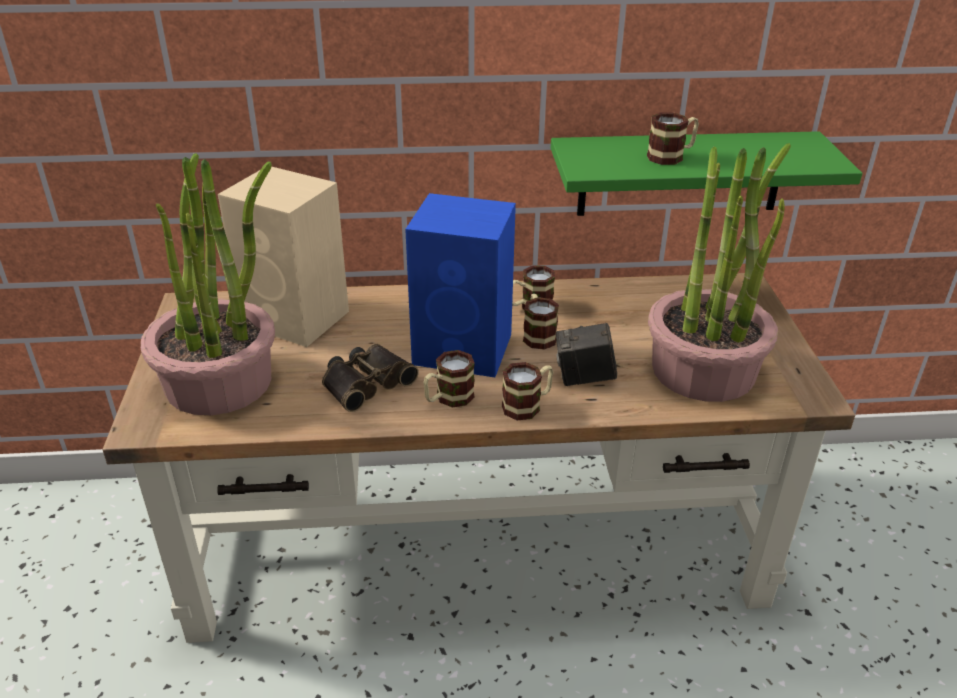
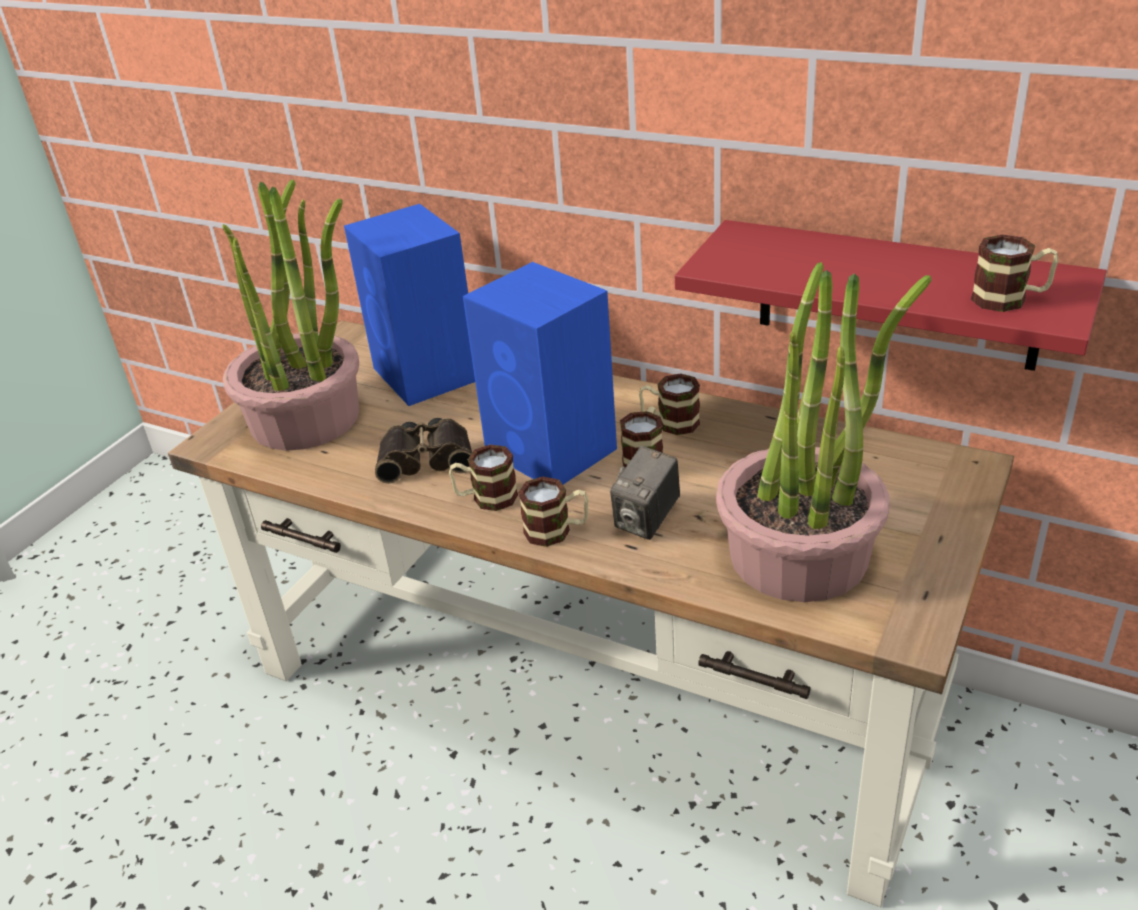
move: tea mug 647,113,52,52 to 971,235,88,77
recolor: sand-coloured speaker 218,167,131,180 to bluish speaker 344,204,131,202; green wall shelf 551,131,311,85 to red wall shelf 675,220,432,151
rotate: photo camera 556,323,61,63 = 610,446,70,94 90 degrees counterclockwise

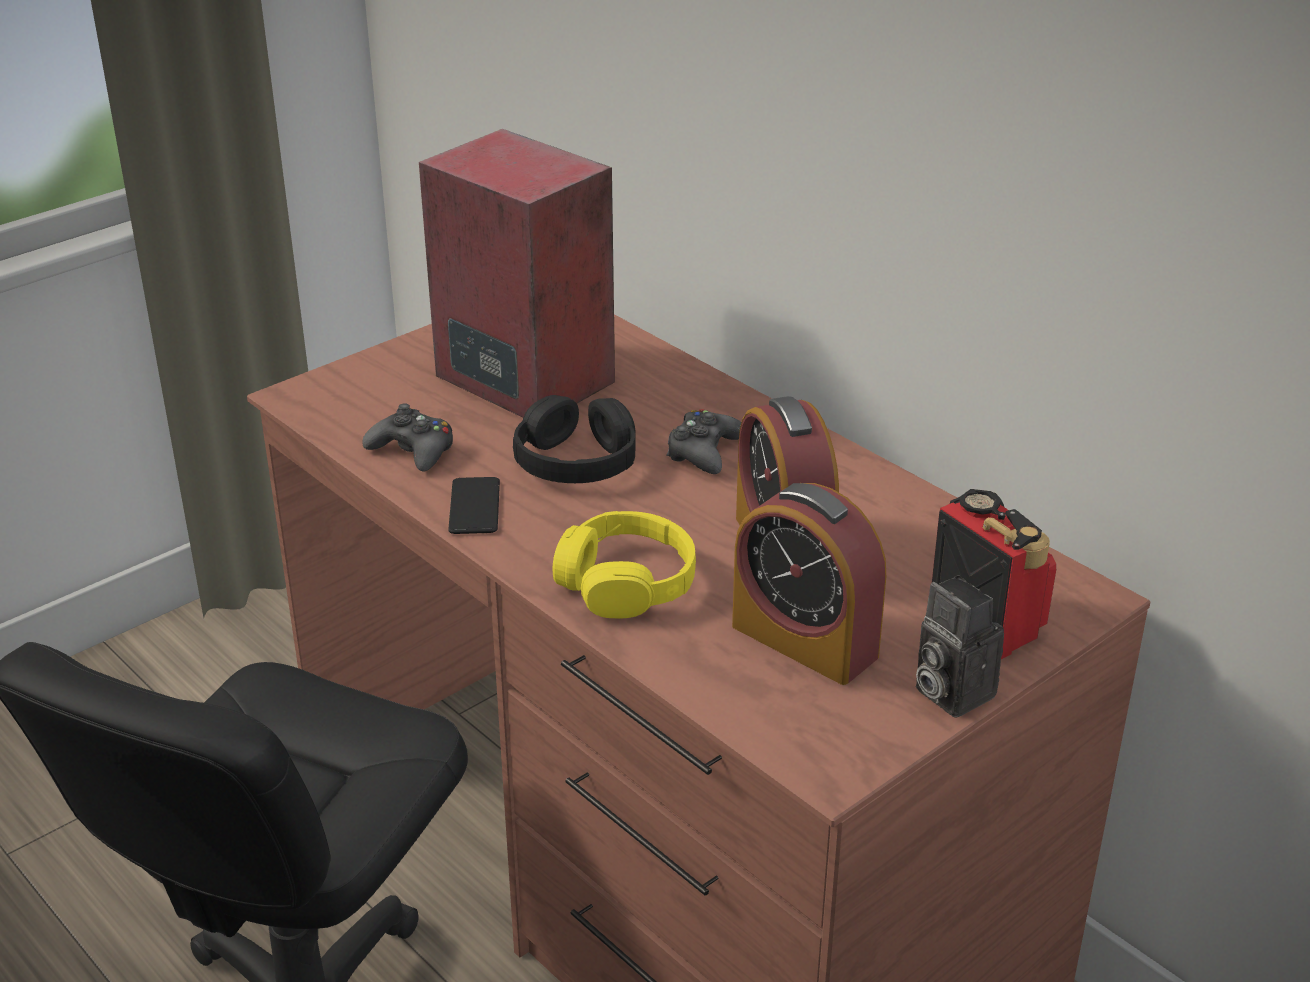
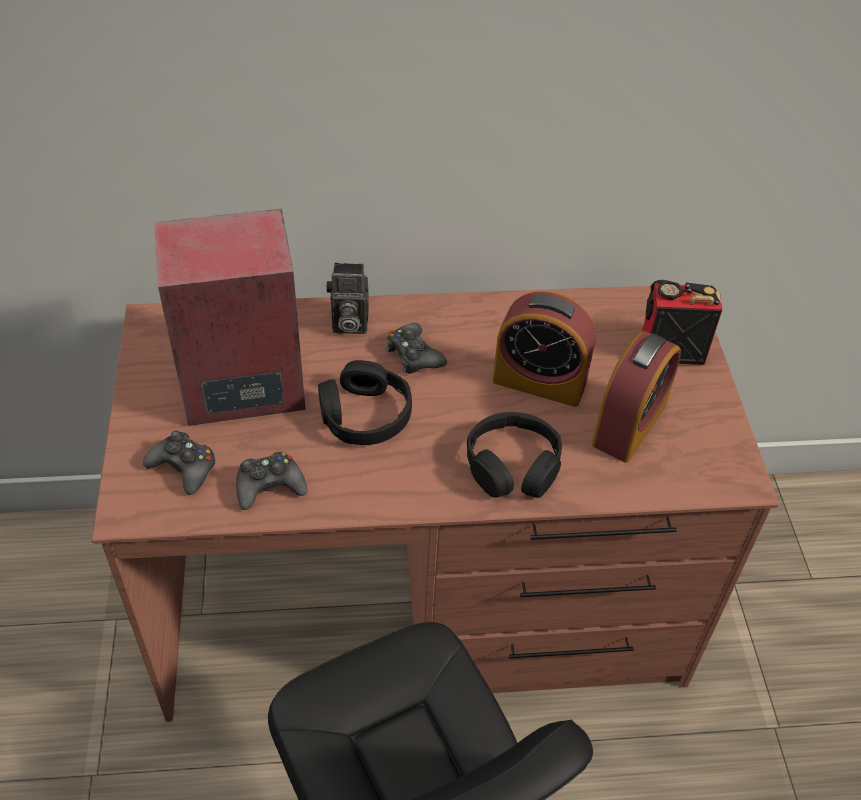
delete: phone 448,477,52,57
insert: black-coloured gamepad 143,430,72,65
move: photo camera 916,575,88,142 to 327,263,42,71
recolor: yellow-coloured headset 553,511,143,108 to black-coloured headset 467,412,95,86
rotate: bedside clock 732,483,154,202 = 592,331,89,132 45 degrees counterclockwise

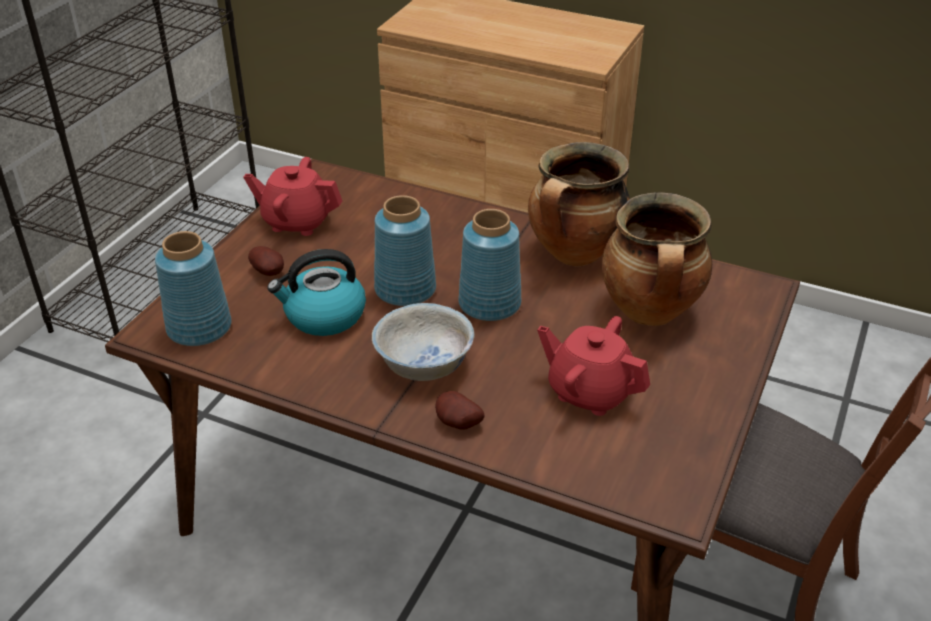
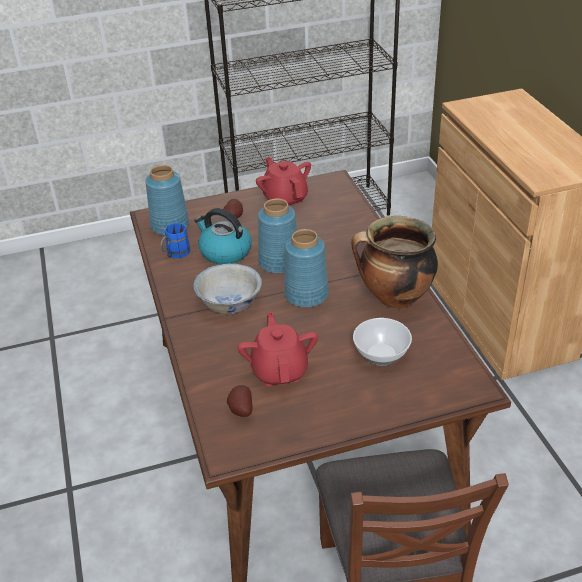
insert: bluish tea mug 161,223,29,35
move: whole potato 435,391,50,39 to 227,385,26,32
replace: stockpot 602,192,110,134 to deep dish 353,318,59,48

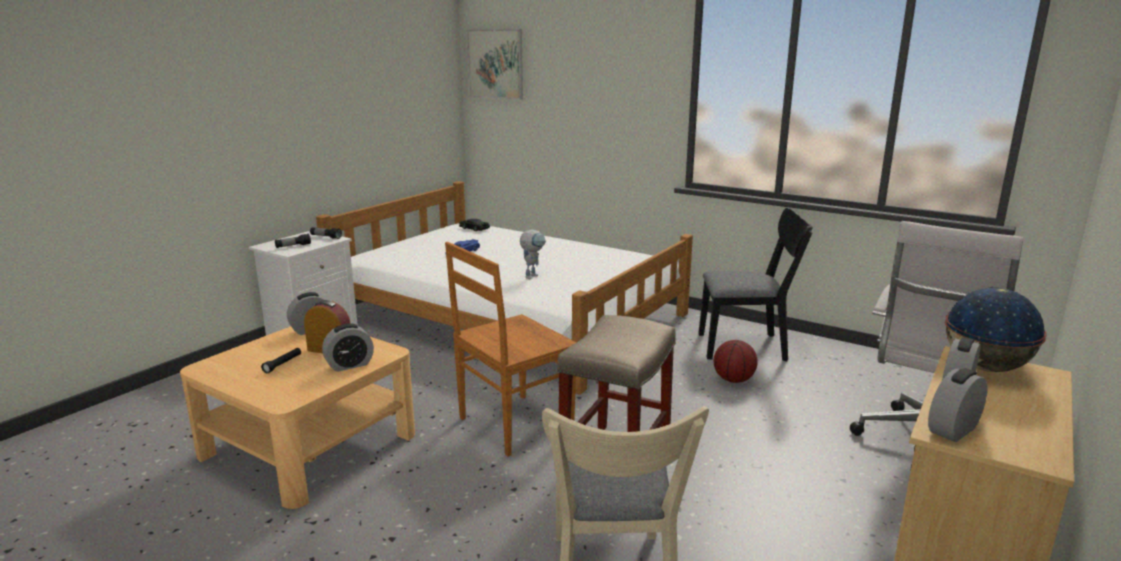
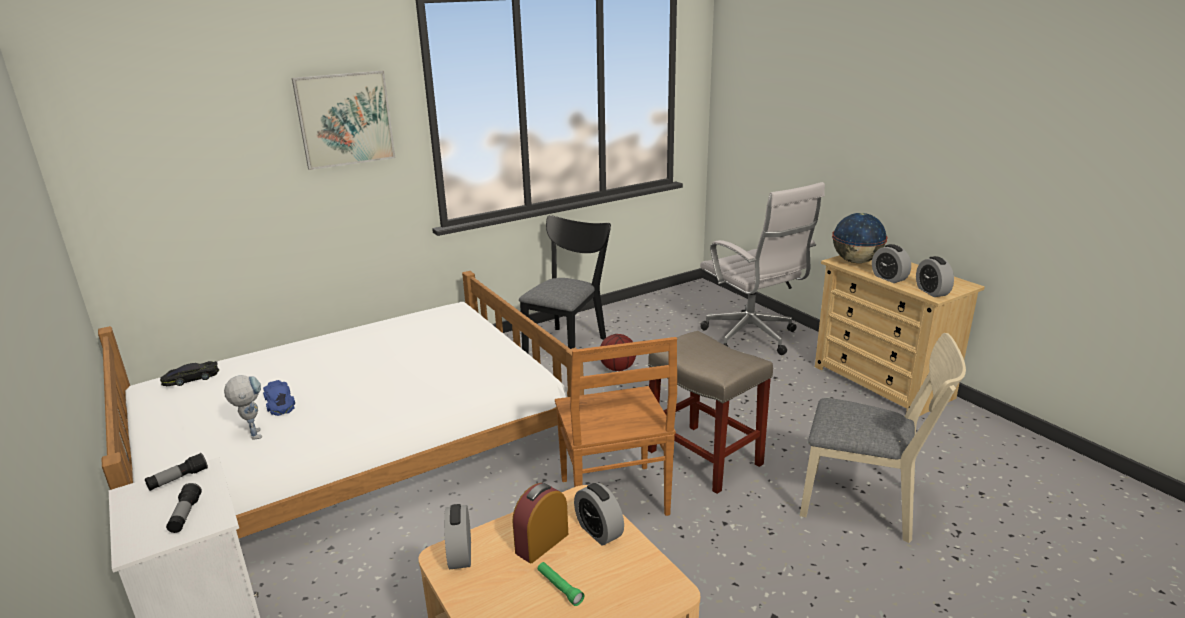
move: wall picture 467,29,56,71 to 292,71,103,99; model robot 520,229,26,50 to 224,375,38,65
recolor: black-coloured torch 261,348,40,25 to green torch 538,562,46,44
rotate: bedside clock 322,323,52,49 = 574,483,50,63 150 degrees clockwise

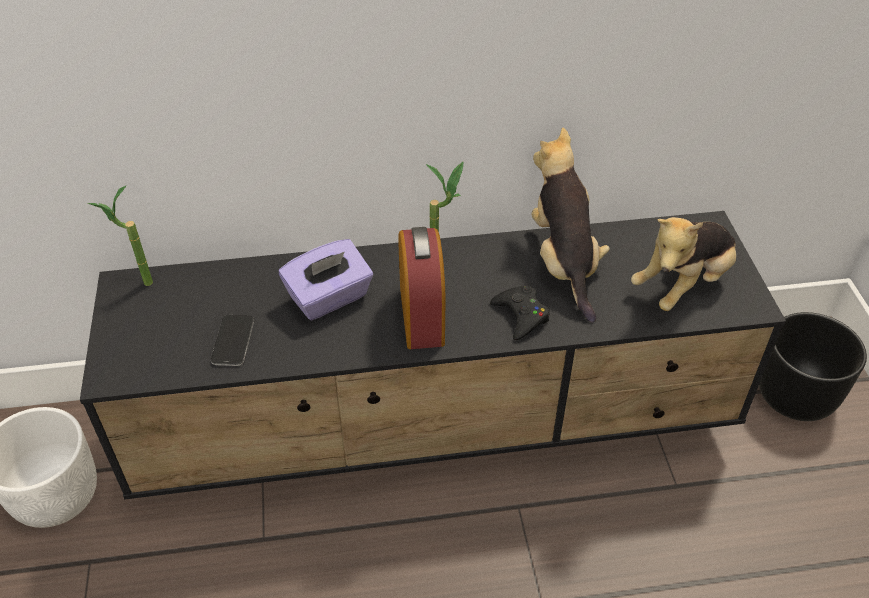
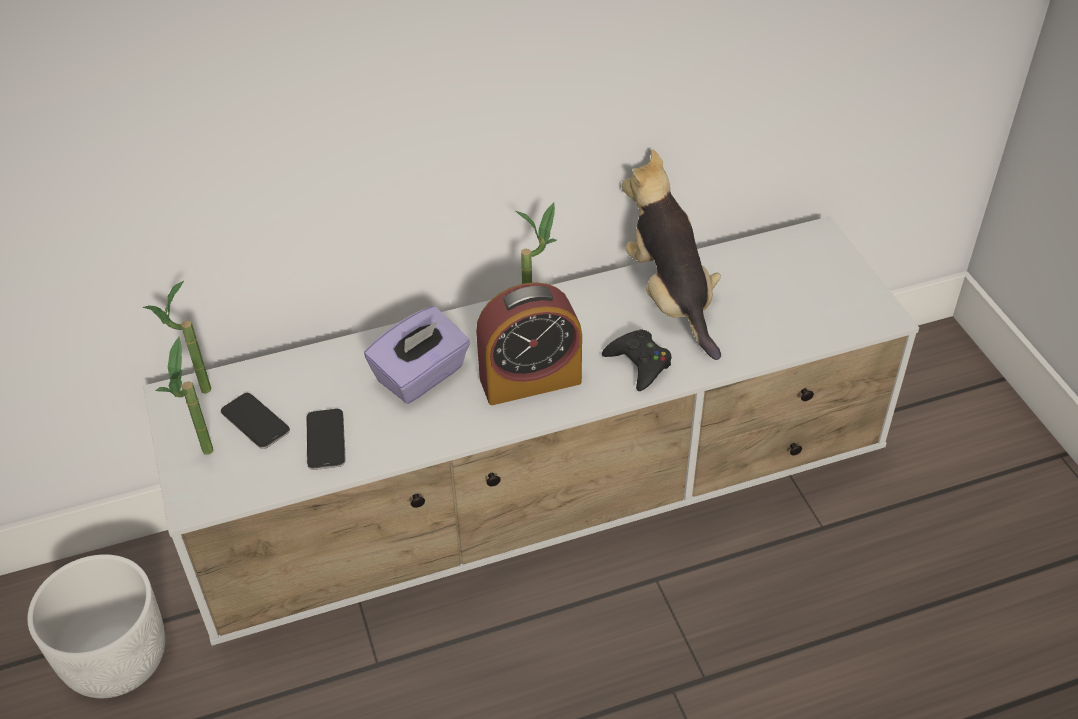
delete: plush toy 631,217,105,94; black-coloured plant pot 759,312,108,109
insert: houseplant 155,337,58,118; phone 221,393,69,56
recolor: black-coloured media console 80,211,706,288 to whitish media console 143,216,776,430
rotate: bedside clock 398,227,47,122 = 476,282,106,123 90 degrees clockwise

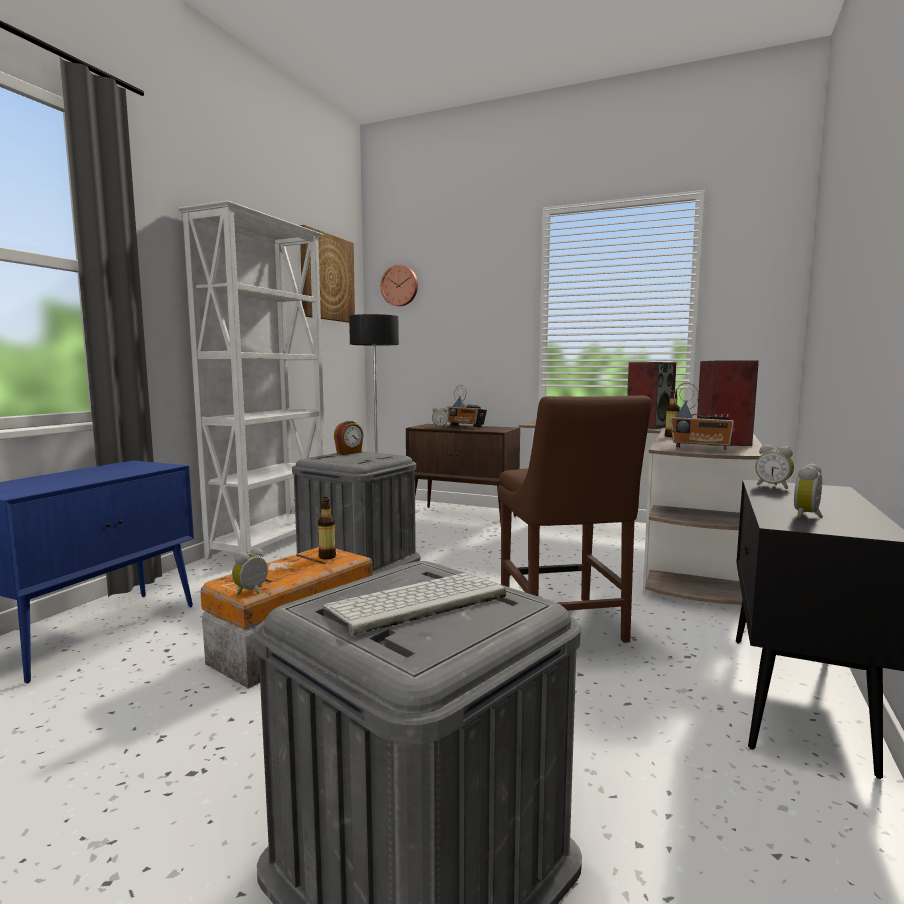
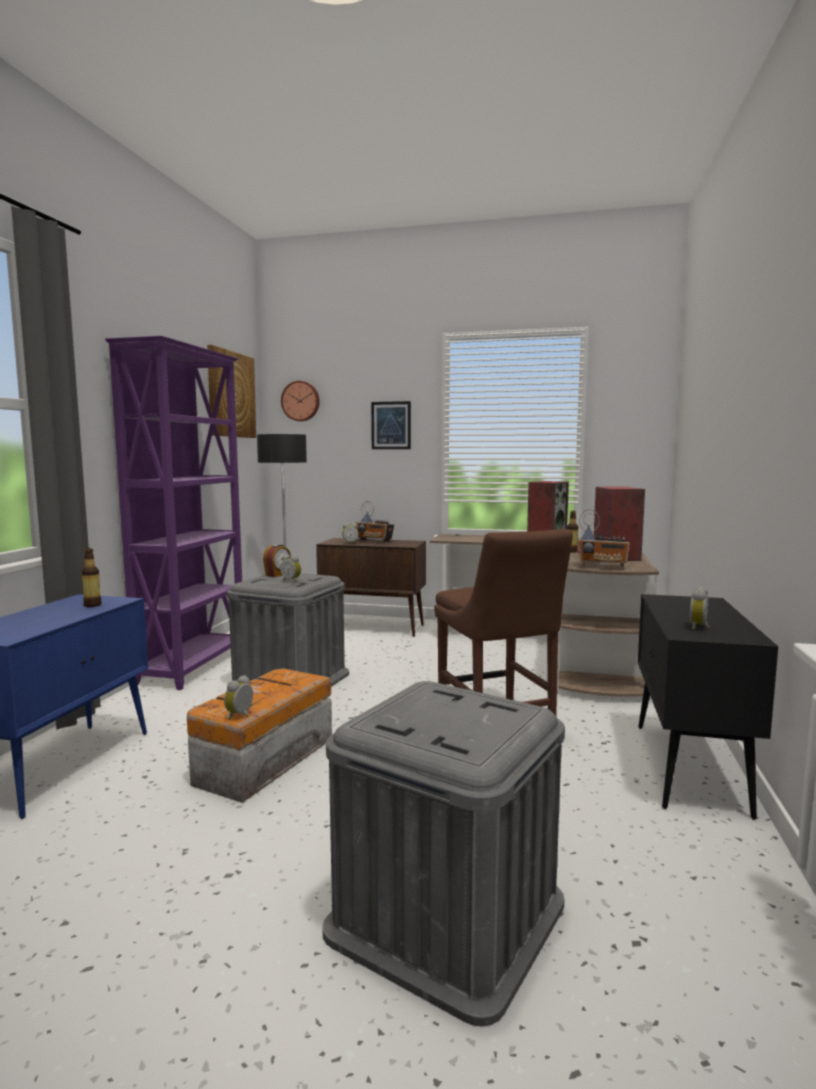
delete: keyboard 323,573,183,63
insert: wall picture 371,401,40,48
move: beverage bottle 318,497,18,62 to 81,548,21,59; bedside clock 755,445,39,44 to 280,554,21,29
recolor: whitish shelving unit 178,200,147,359 to purple shelving unit 105,336,137,354

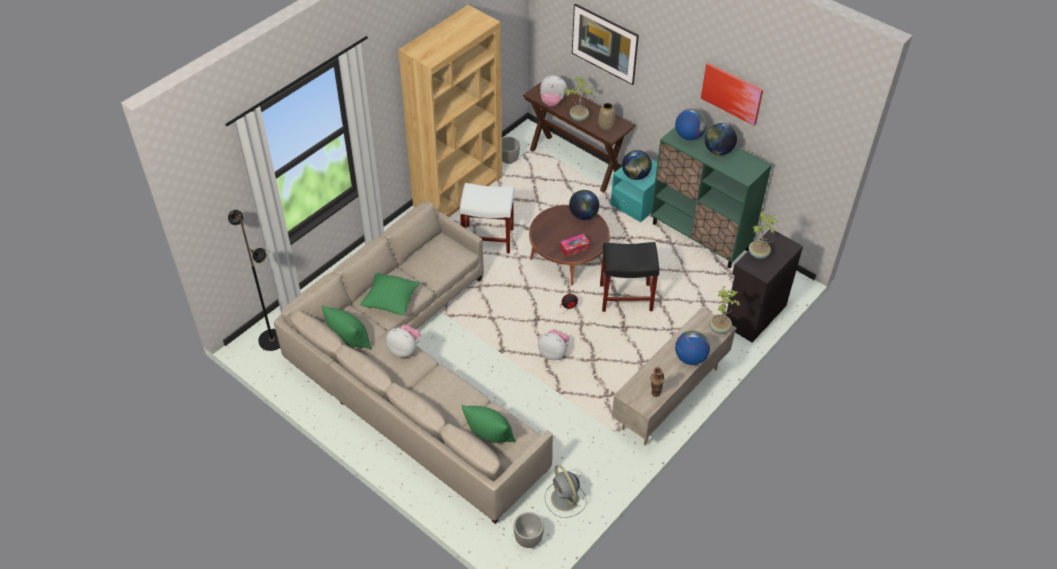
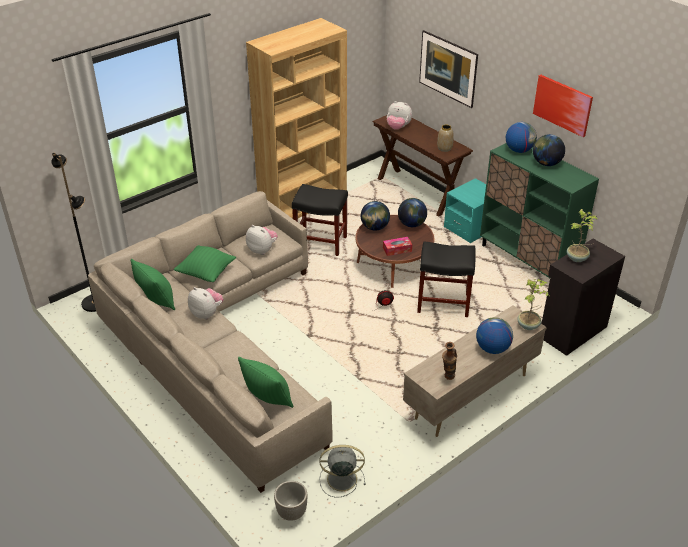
delete: plant pot 502,137,18,27; houseplant 564,76,29,46
move: plush toy 538,329,32,31 to 246,225,32,30; desk globe 622,150,30,30 to 361,201,29,30
recolor: whitish stool seat 460,183,54,71 to black-coloured stool seat 292,184,56,72
rotate: greyish electric fan 545,465,42,53 = 319,445,47,53 105 degrees clockwise

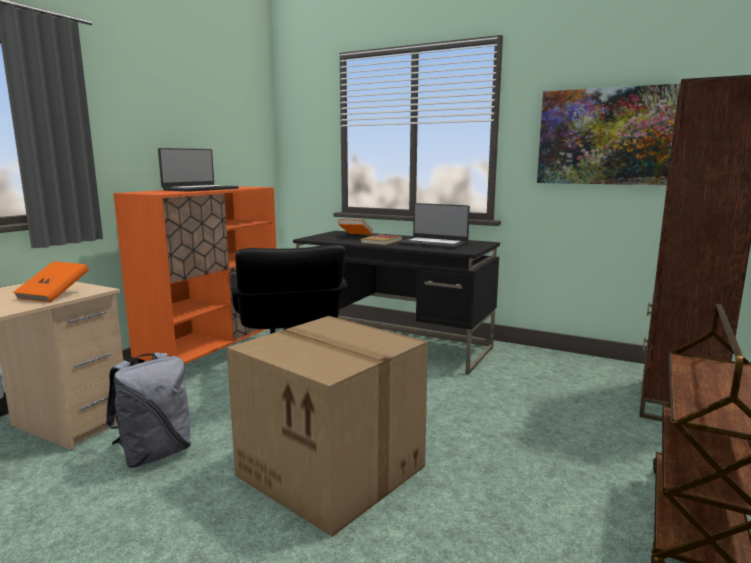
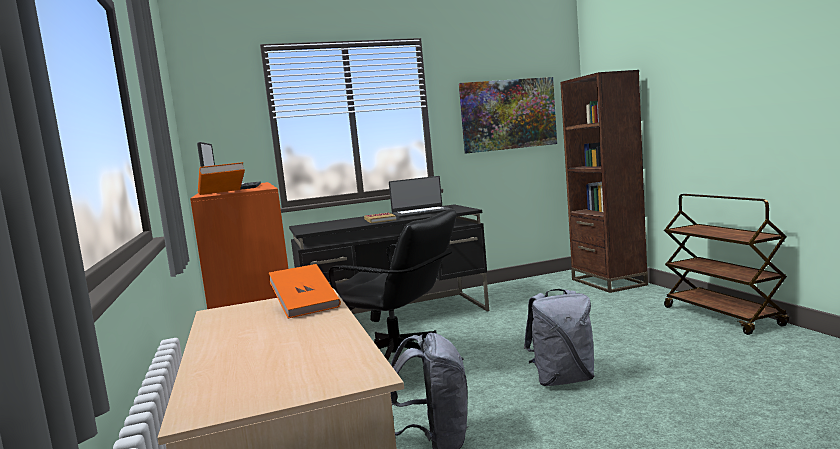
move: orange-coloured volume 337,219,36,16 to 198,162,47,33
replace: cardboard box 227,316,201,221 to greyish rucksack 524,289,71,97

